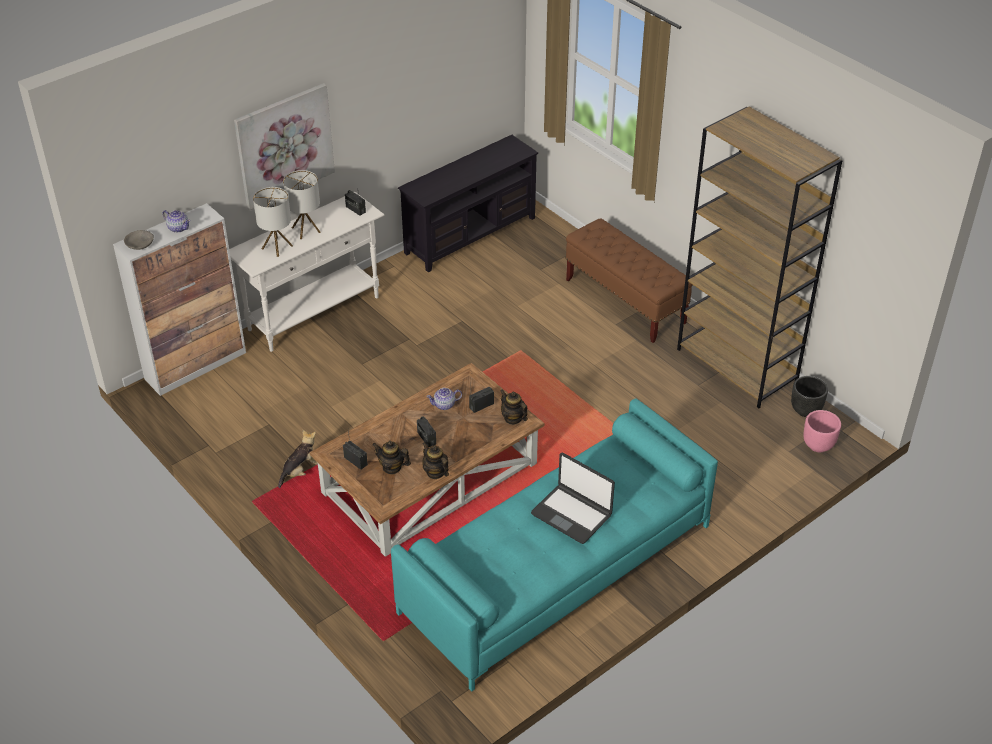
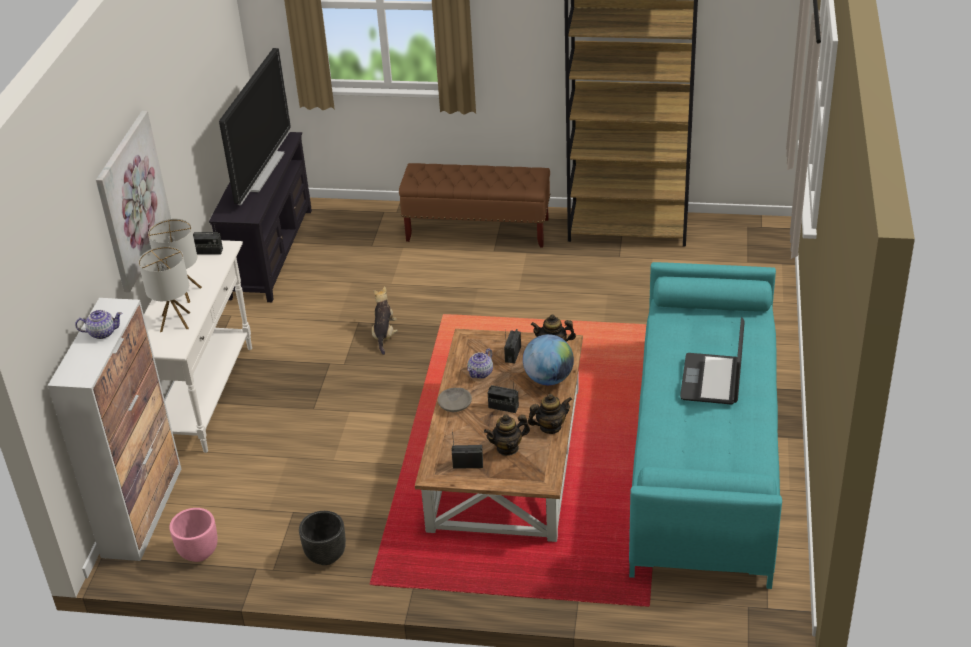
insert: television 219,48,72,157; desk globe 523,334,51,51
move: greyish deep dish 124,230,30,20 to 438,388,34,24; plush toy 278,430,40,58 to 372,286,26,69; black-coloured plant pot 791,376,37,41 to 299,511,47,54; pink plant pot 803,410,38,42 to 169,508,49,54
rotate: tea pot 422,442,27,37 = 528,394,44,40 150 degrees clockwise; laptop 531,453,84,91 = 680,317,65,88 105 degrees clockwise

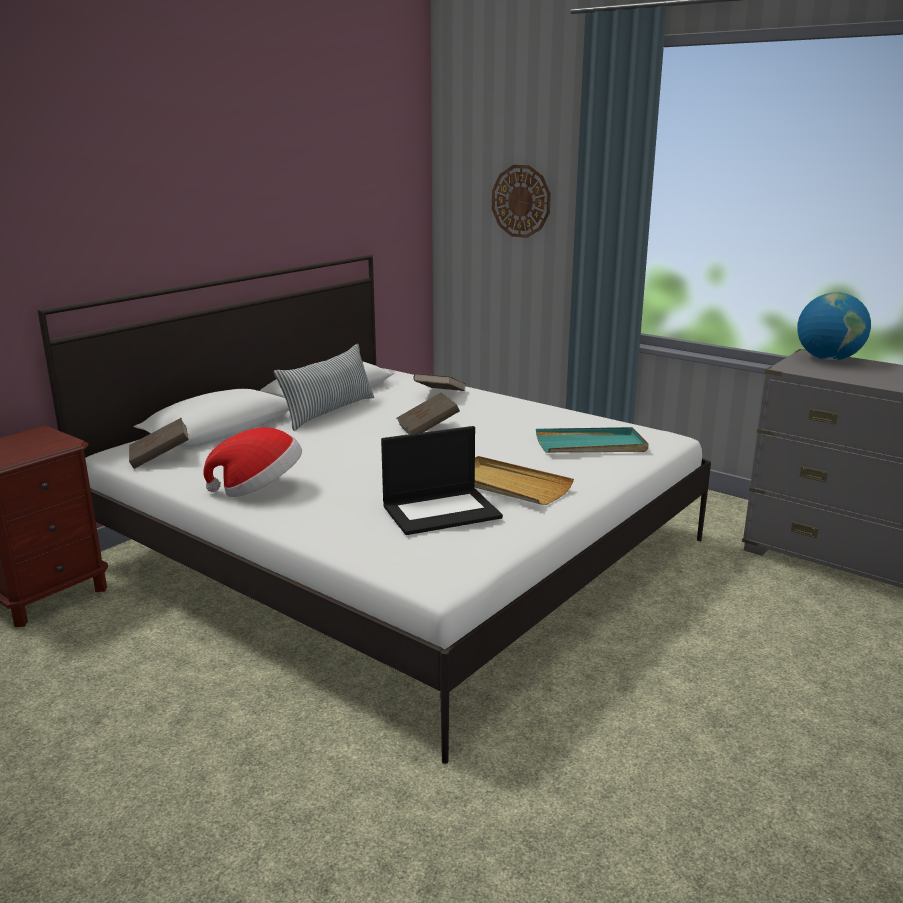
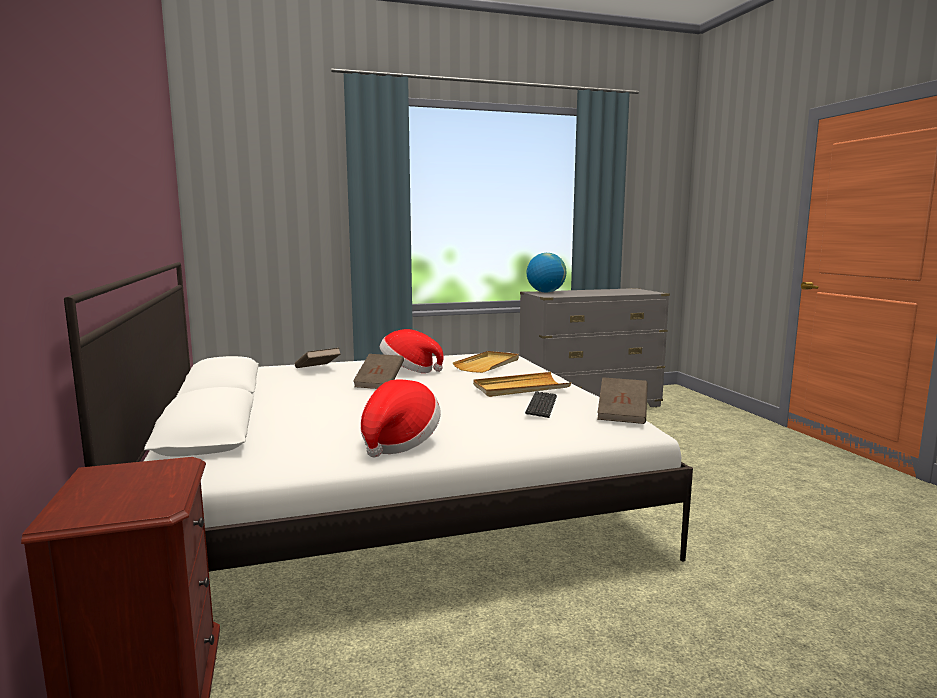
delete: cushion 274,344,100,87; clock on the wall 492,165,59,73
insert: hat 380,329,64,44
move: brown-coloured volume 129,418,60,51 to 597,377,51,47
replace: laptop 381,426,122,109 to keyboard 525,391,32,27
recolor: turquoise-coloured tray 536,427,113,26 to sand-coloured tray 453,351,66,22

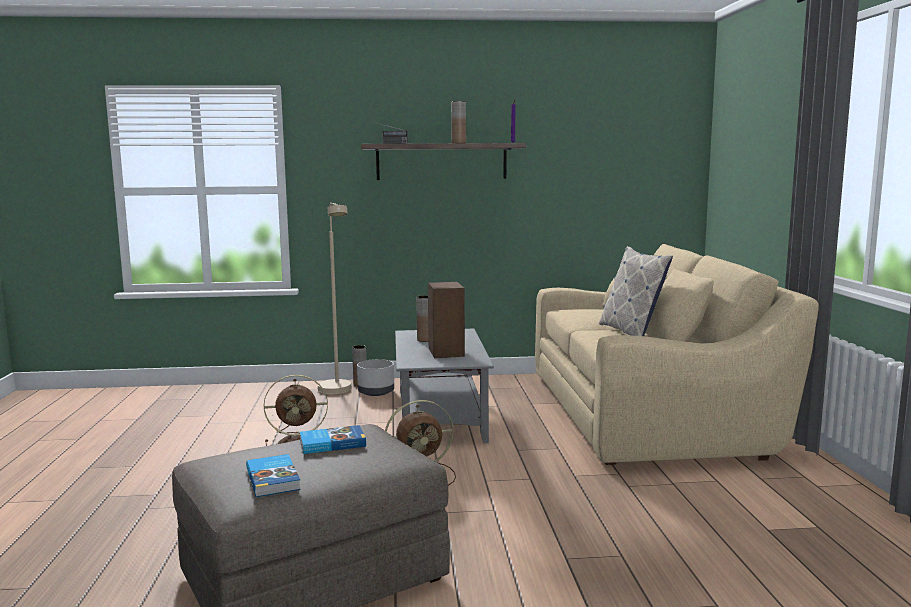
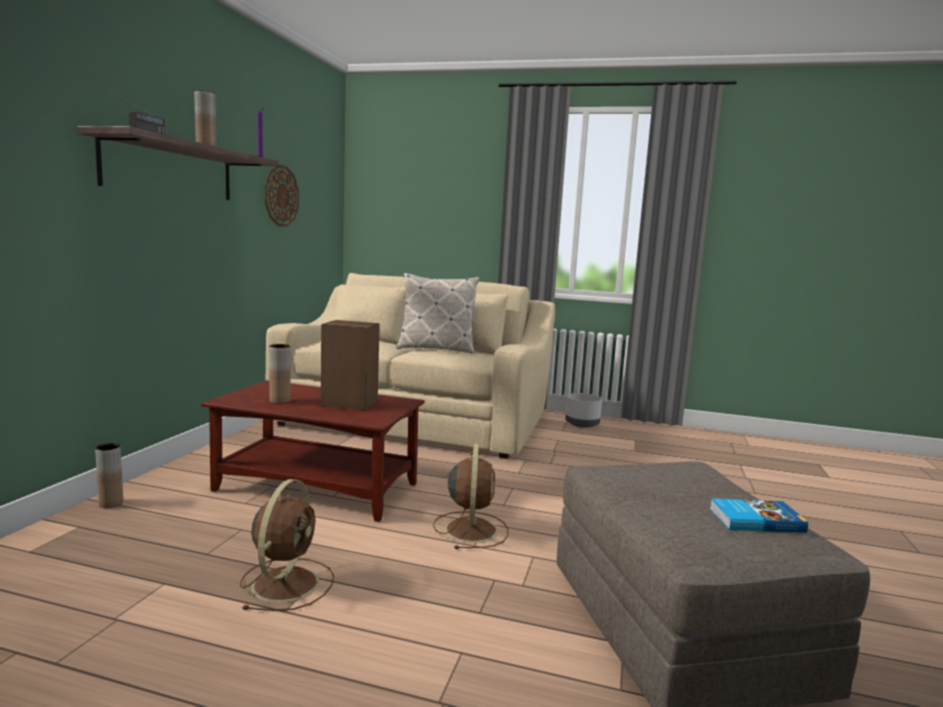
delete: volume 300,425,66,29; sand-coloured standard lamp 318,203,33,191
insert: clock on the wall 265,165,34,62
move: greyish plant pot 357,359,37,37 to 565,393,37,35
recolor: greyish coffee table 395,329,99,114 to brown-coloured coffee table 201,380,224,142

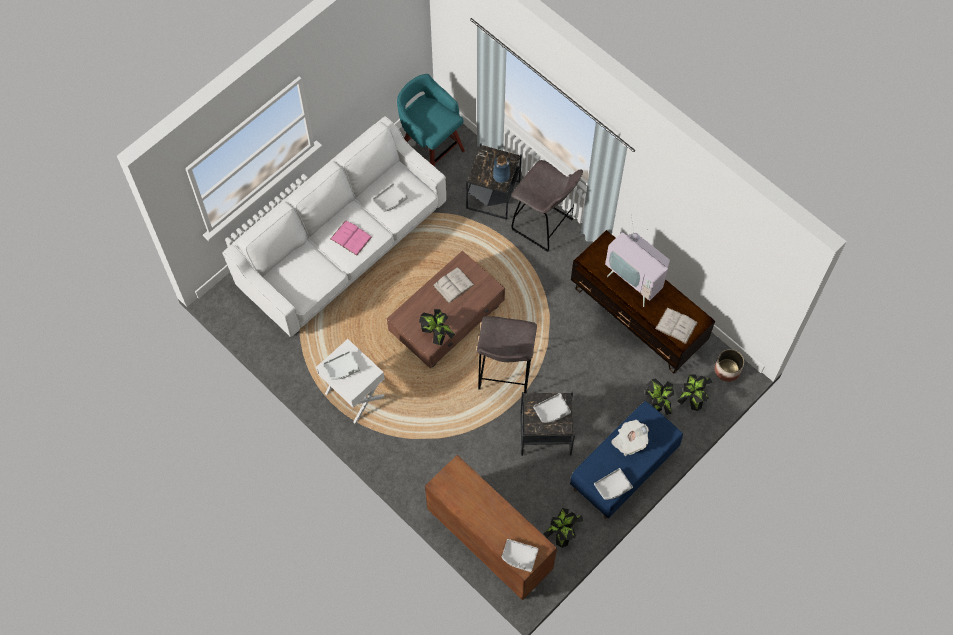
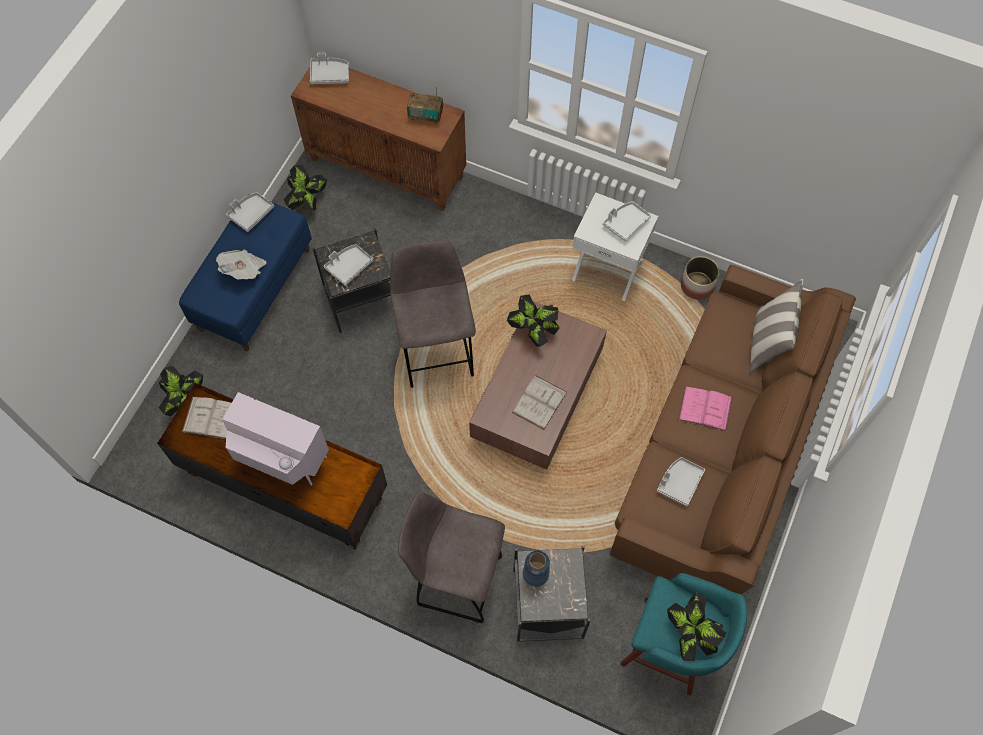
insert: radio 407,86,36,38; cushion 750,279,53,94
move: houseplant 645,378,29,37 to 667,593,59,68; plant pot 715,349,29,33 to 681,256,38,43
recolor: whitish couch 222,116,224,221 to brown-coloured couch 610,265,246,329

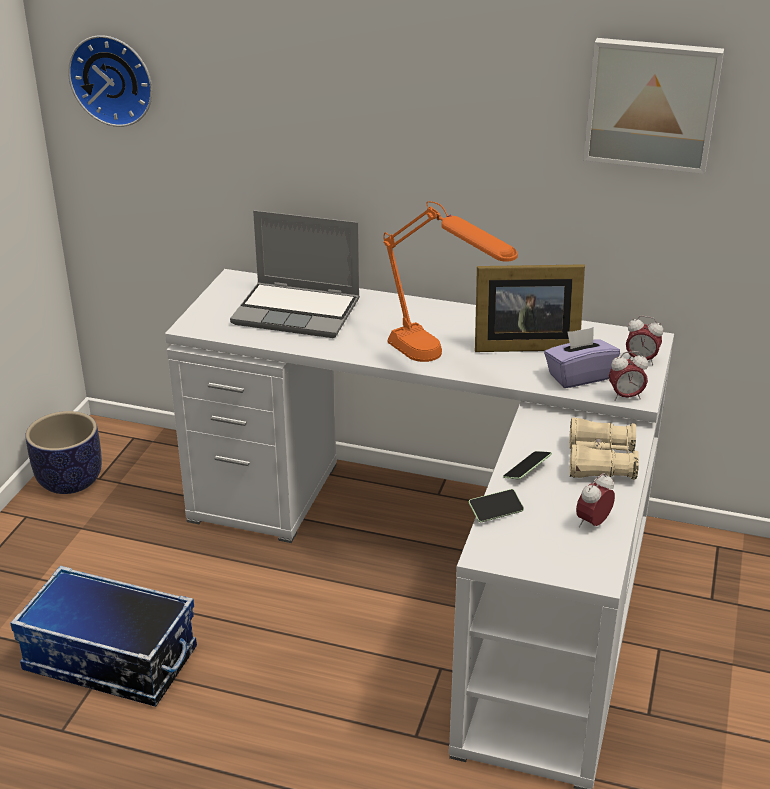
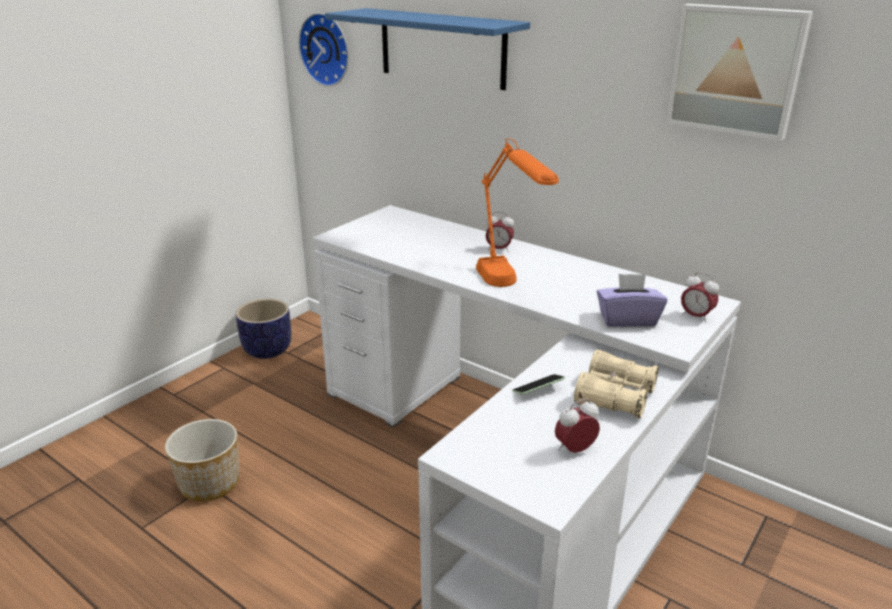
delete: laptop 230,210,130,128; phone 469,489,55,33; picture frame 475,264,110,88
insert: bluish wall shelf 325,8,205,82
move: bedside clock 609,351,39,50 to 486,212,28,40
replace: storage container 10,566,187,141 to plant pot 165,419,74,83

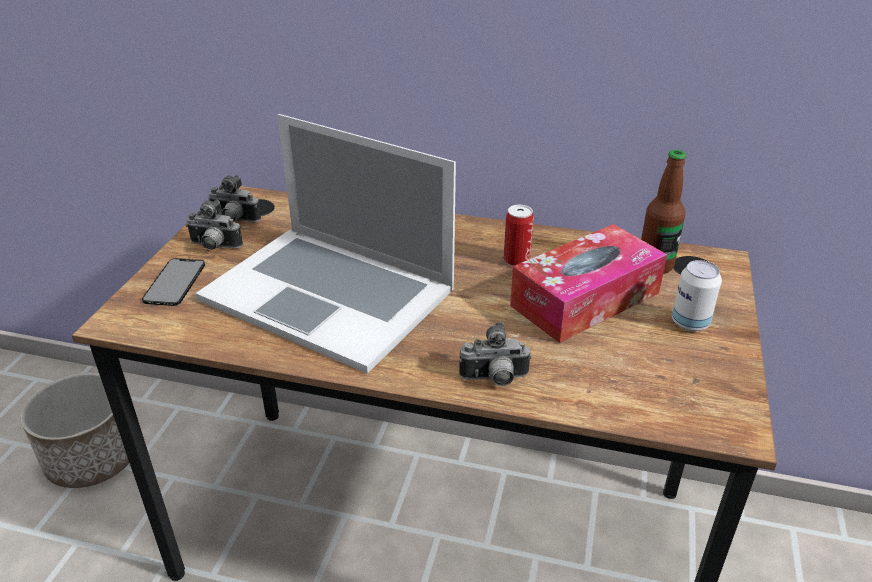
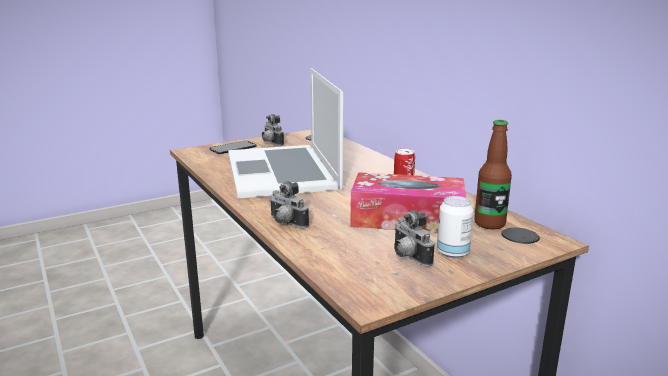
delete: plant pot 21,373,108,115
move: photo camera 208,175,53,47 to 394,210,41,56

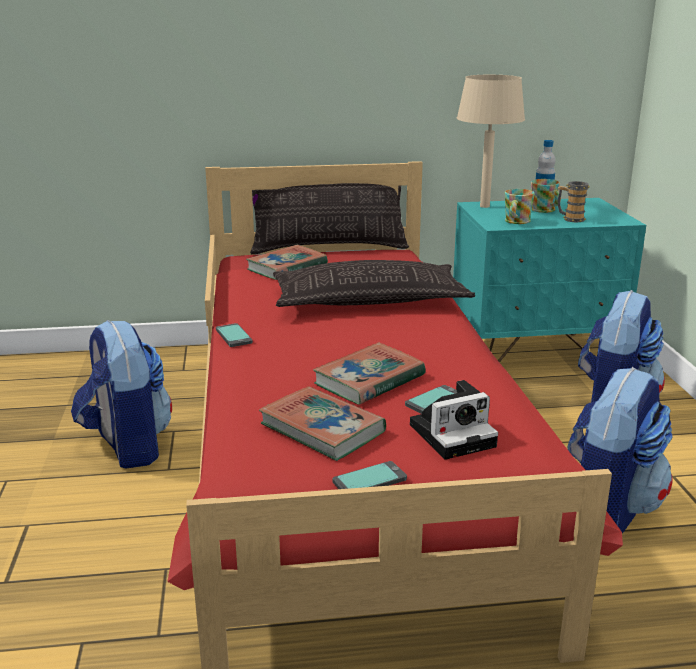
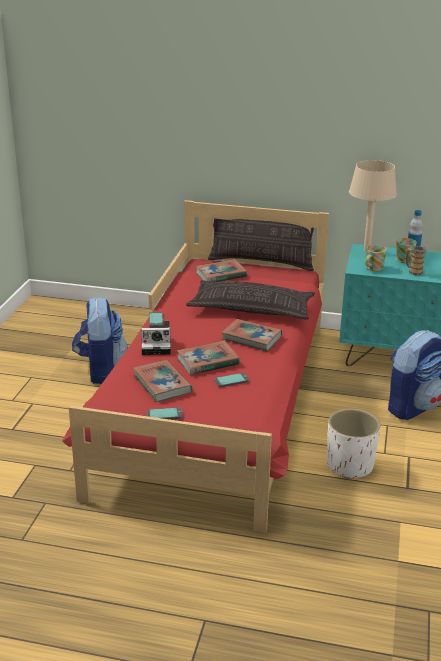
insert: volume 222,319,60,32
move: photo camera 410,380,88,80 to 141,321,30,34
replace: rucksack 568,367,105,166 to whitish plant pot 327,409,54,71

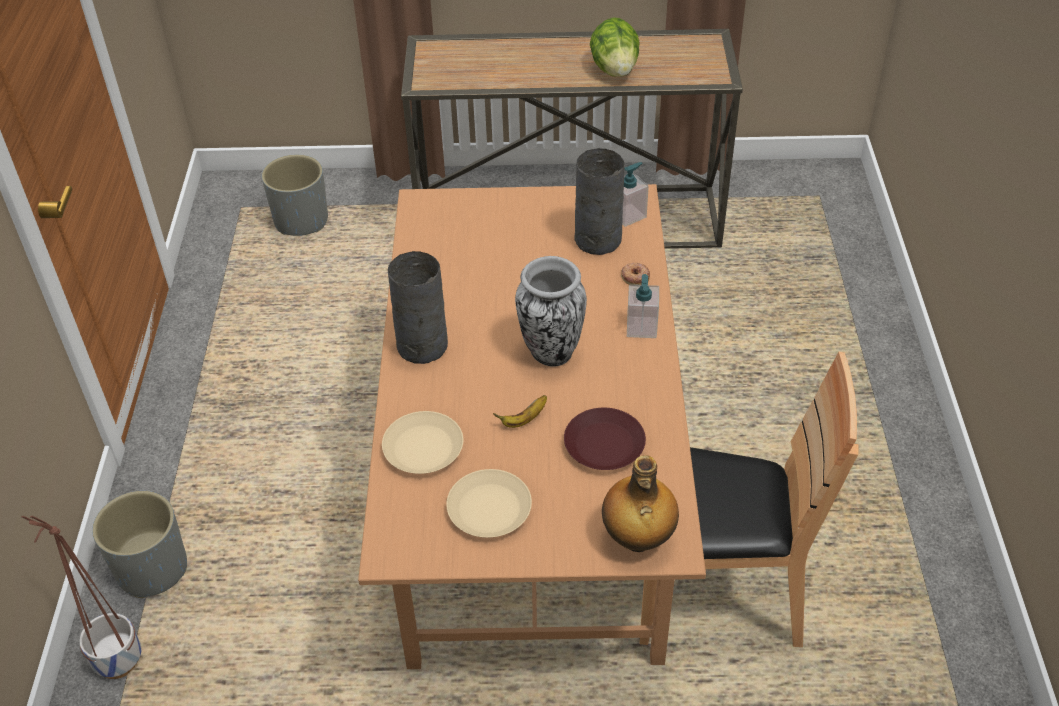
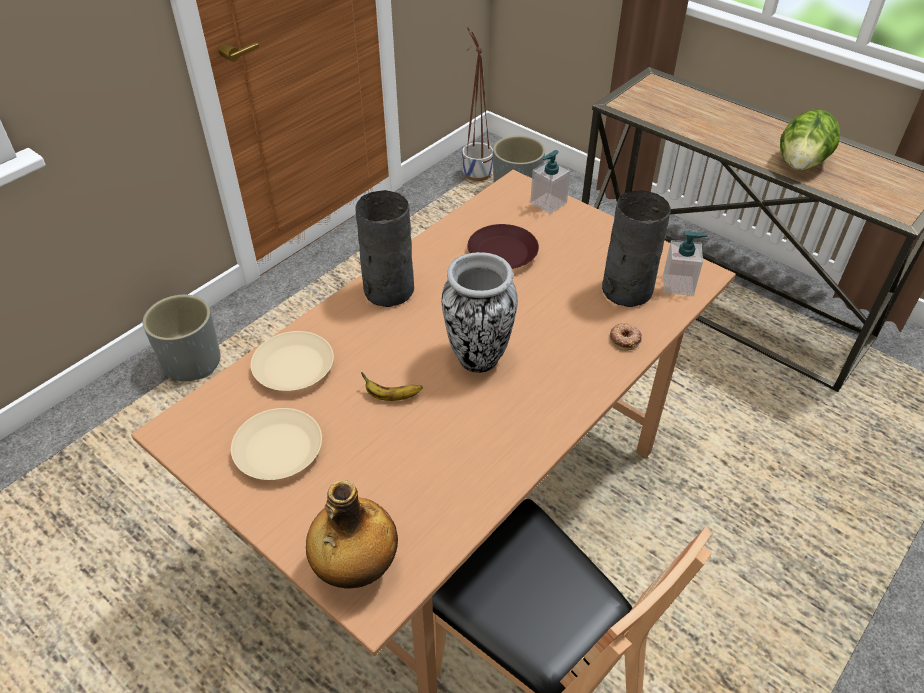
move: plant pot 21,516,120,163 to 462,27,31,154; brown-coloured dinner plate 564,408,82,62 to 468,224,71,45; soap bottle 627,274,32,64 to 530,150,41,64

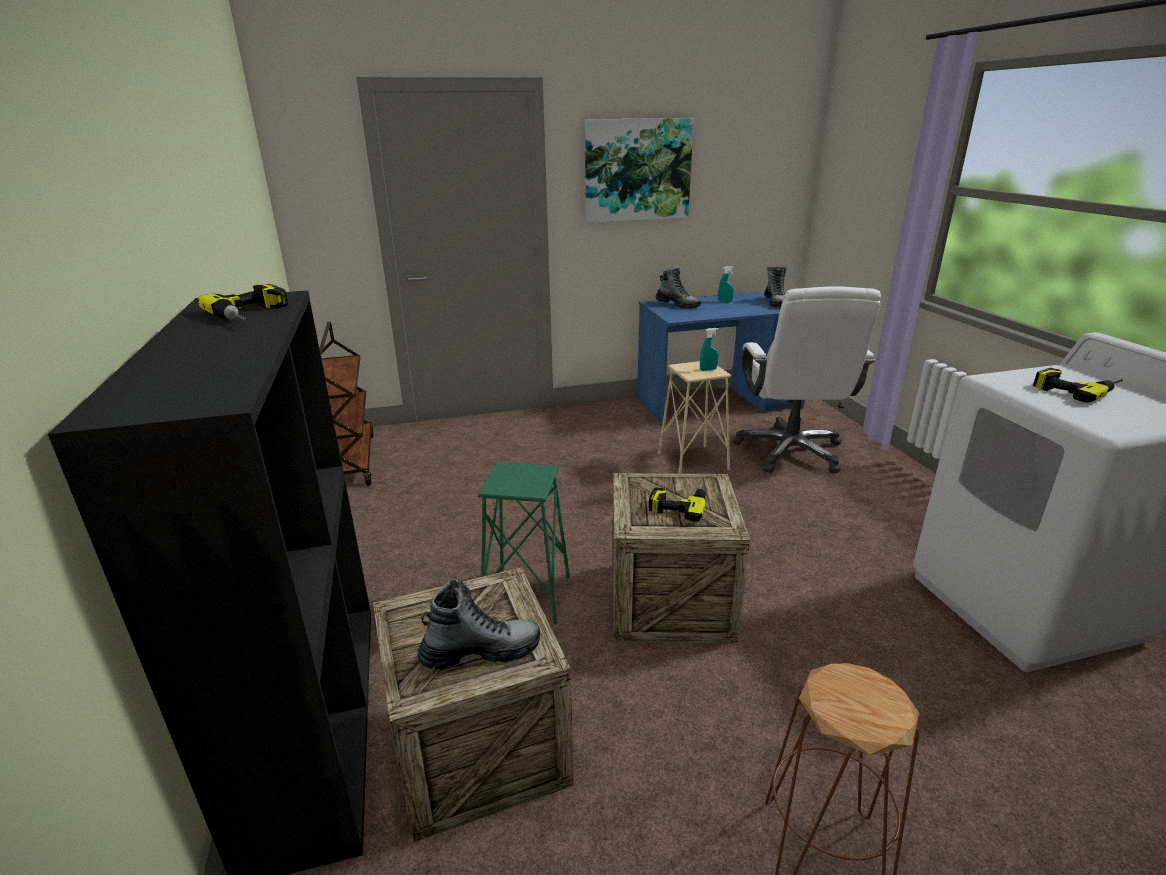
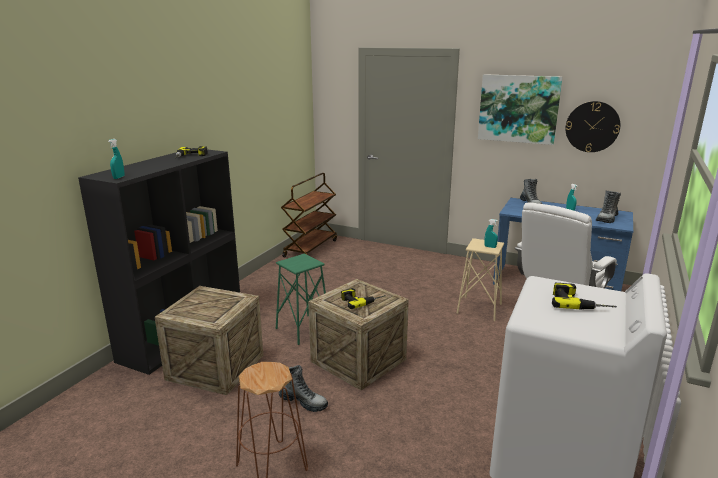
insert: turquoise-coloured hand sprayer 108,139,16,40; clock on the wall 565,101,55,51
move: boot 418,579,122,90 to 279,365,49,47

